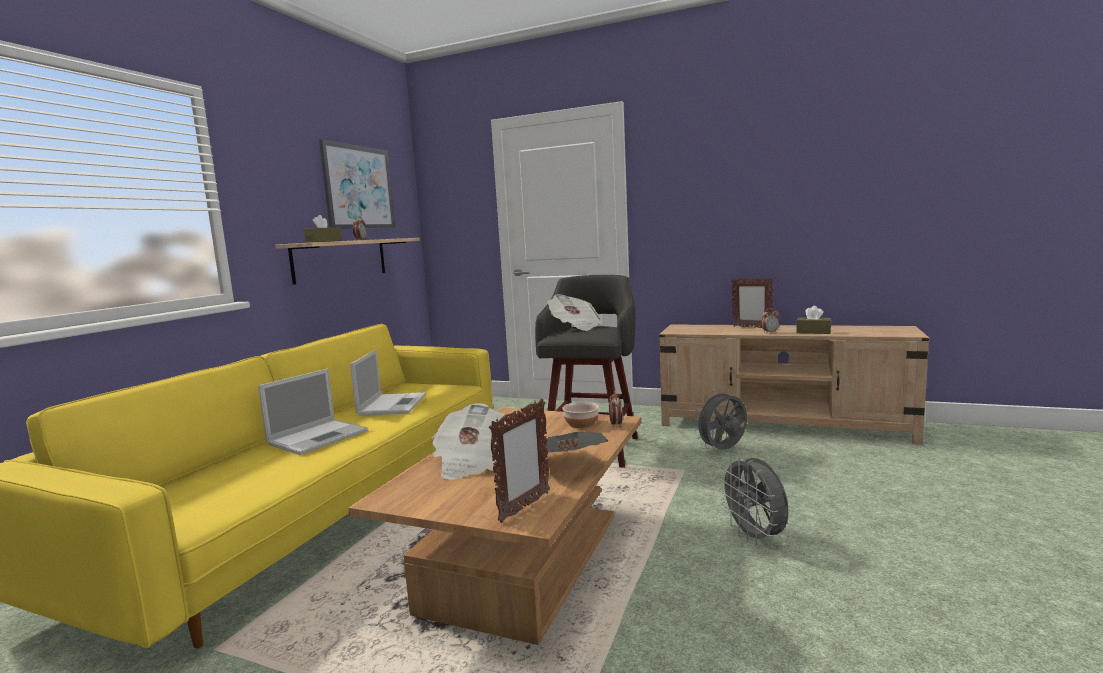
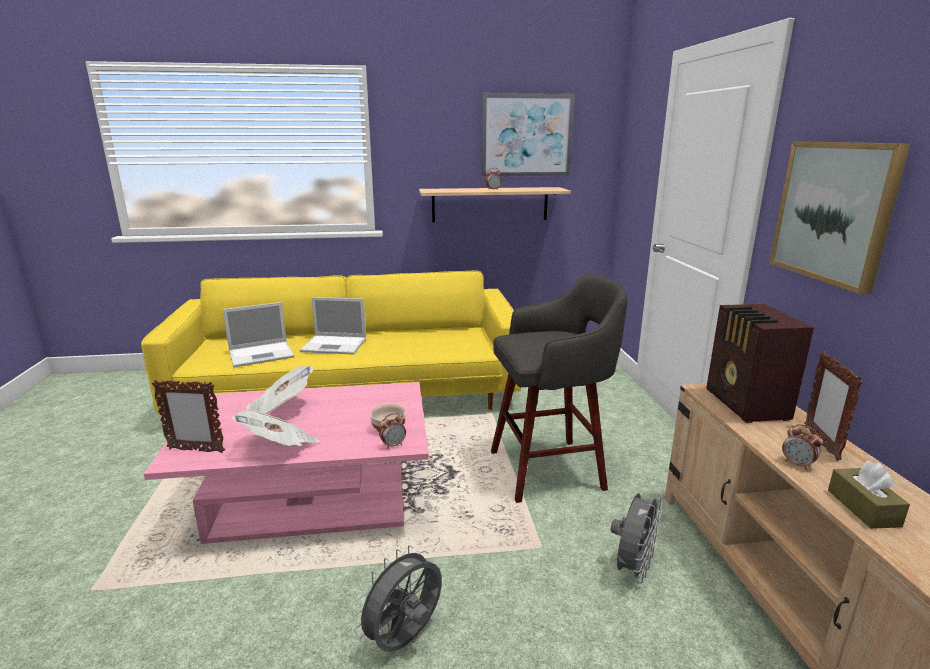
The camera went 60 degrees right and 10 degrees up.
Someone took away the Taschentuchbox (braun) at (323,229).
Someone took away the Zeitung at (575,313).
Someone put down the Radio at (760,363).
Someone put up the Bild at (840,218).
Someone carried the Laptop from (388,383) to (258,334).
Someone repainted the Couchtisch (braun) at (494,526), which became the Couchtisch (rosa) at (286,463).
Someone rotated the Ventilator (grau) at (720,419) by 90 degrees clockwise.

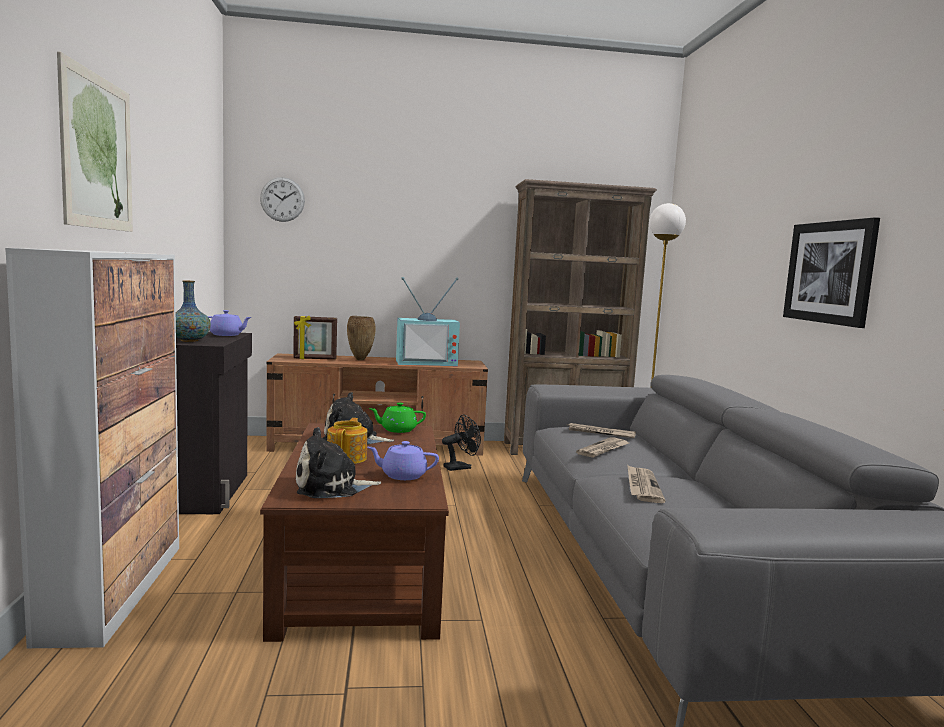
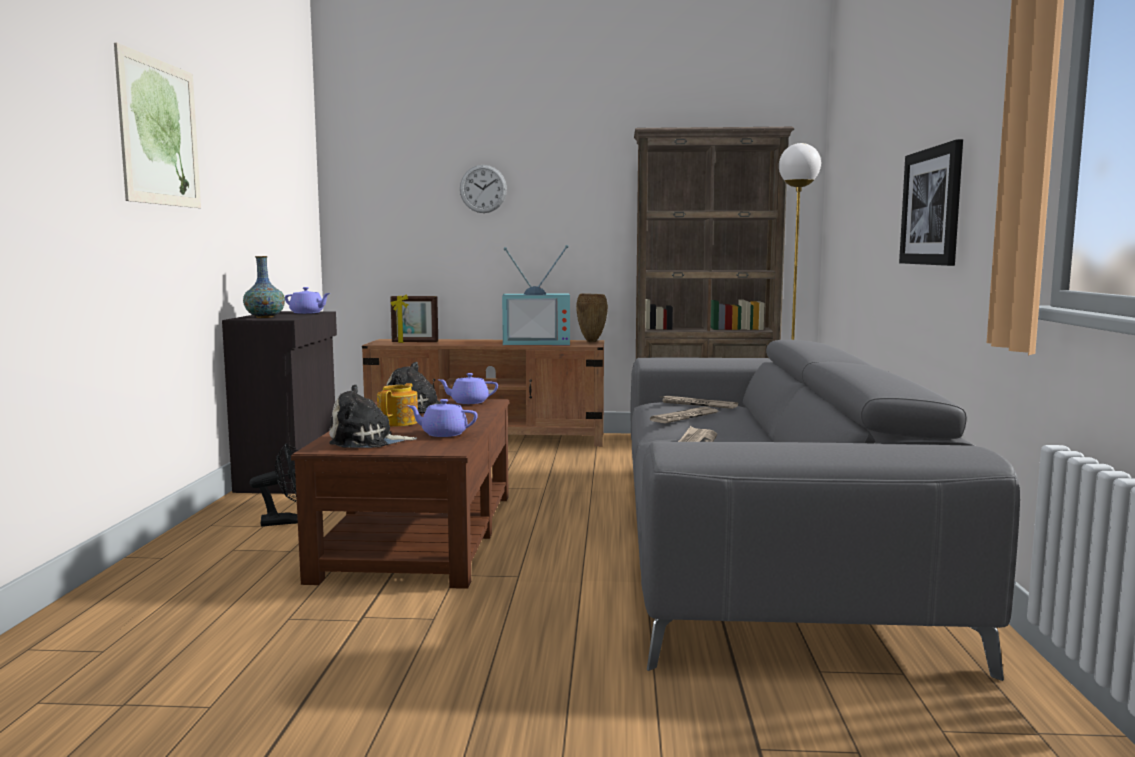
The camera went 10 degrees right and 0 degrees up.
Someone took away the Schrank at (92,448).
Someone carried the Wanduhr from (282,199) to (483,189).
Someone carried the Vase (braun) from (361,338) to (592,317).
Someone carried the Ventilator (schwarz) from (461,442) to (273,485).
Someone repainted the Teekanne (grün) at (397,418), which became the Teekanne (lila) at (468,388).

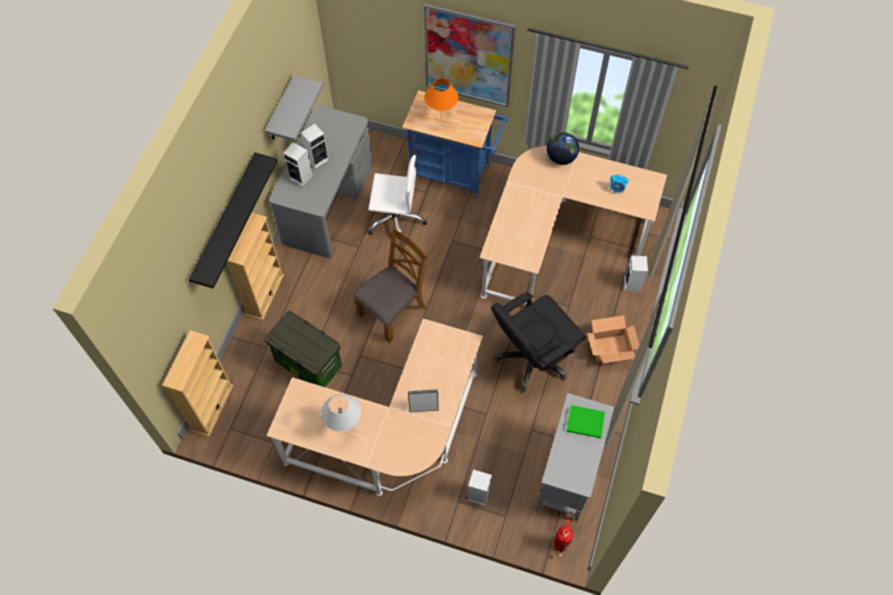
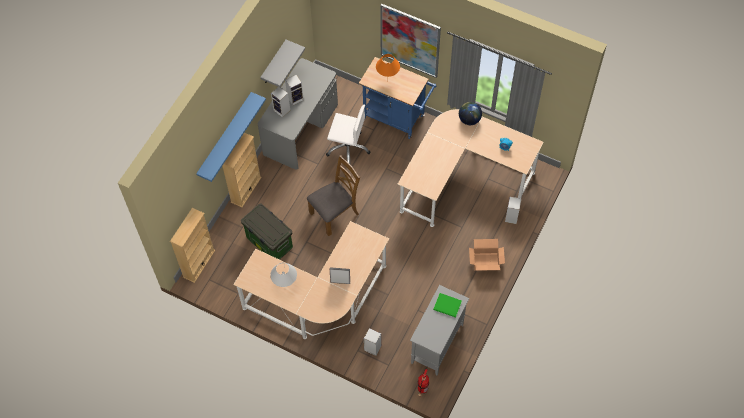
The camera went 10 degrees right and 0 degrees up.
Someone took away the Bürostuhl (schwarz) at (538,342).
Someone repainted the Wandregal (schwarz) at (233,220), which became the Wandregal (blau) at (231,137).

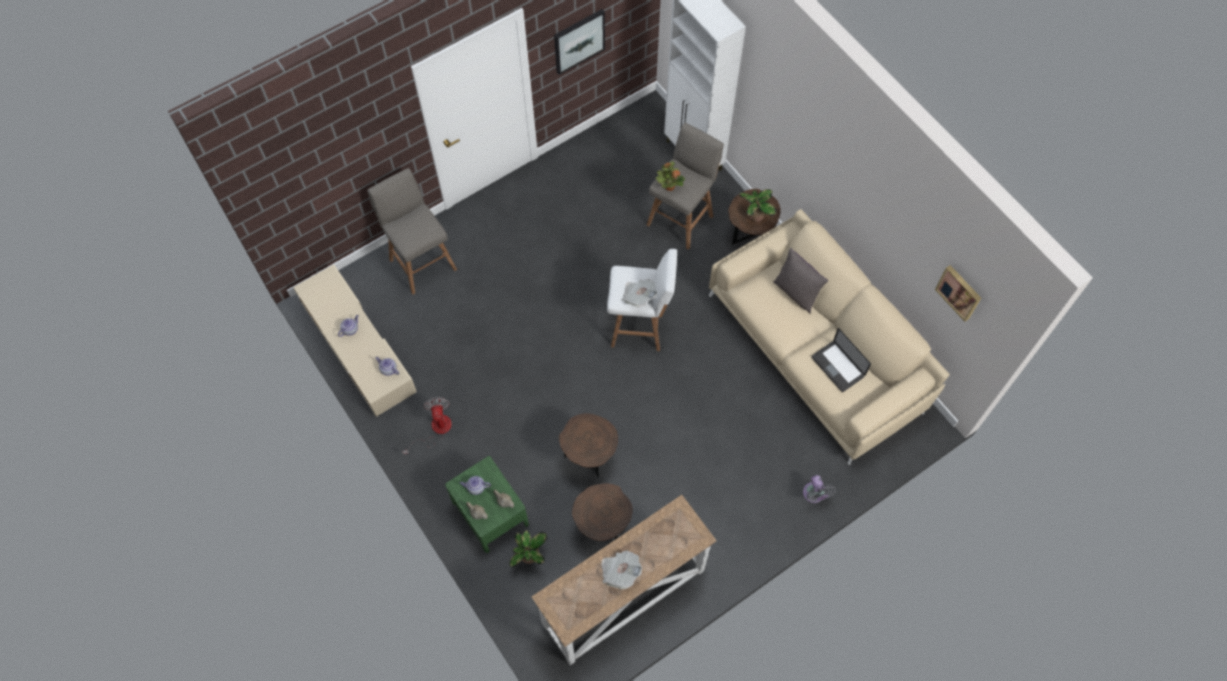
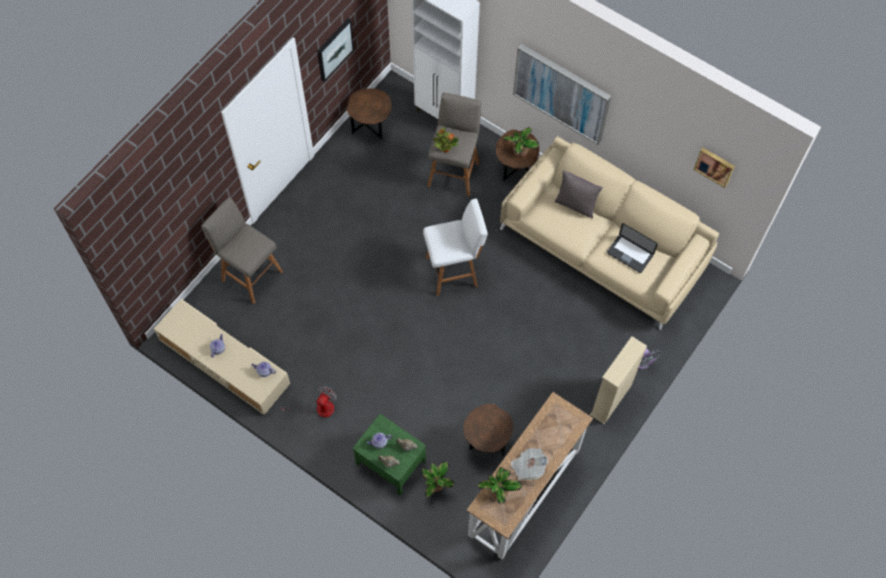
The camera went 20 degrees left and 0 degrees up.
Someone took away the Zeitung at (639,293).
Someone put down the Topfpflanze at (499,485).
Someone put up the Bild at (562,94).
Someone put down the Bücherregal (beige) at (618,380).
Someone carried the Beistelltisch (braun) from (588,445) to (369,114).
Someone rotated the Ventilator at (427,425) by 60 degrees clockwise.

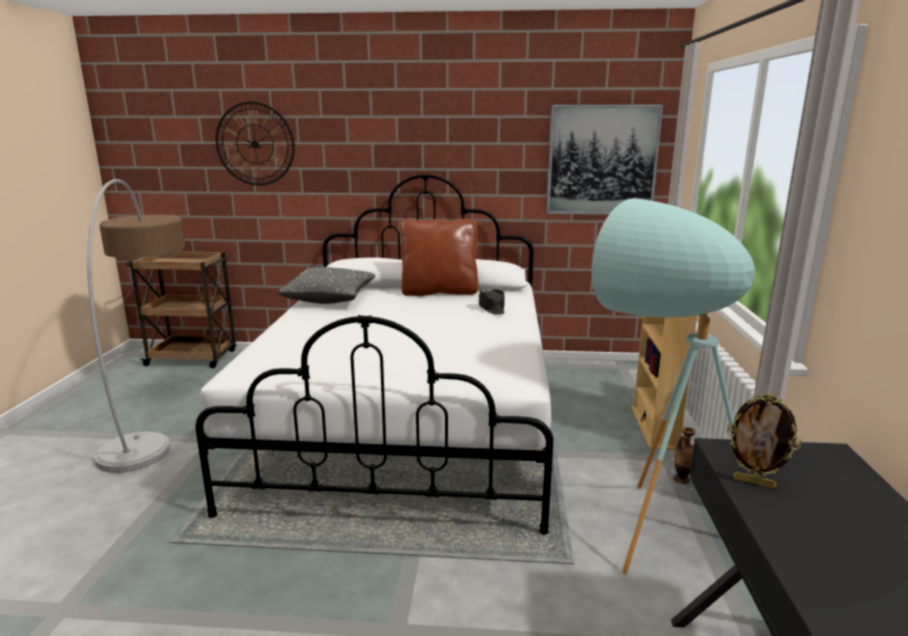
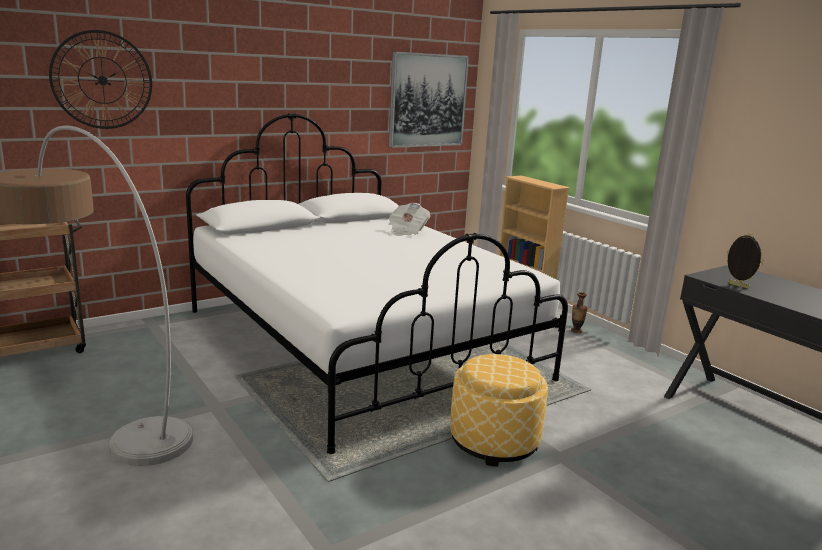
The camera went 40 degrees left and 0 degrees up.
Someone took away the Kissen (grau) at (327,285).
Someone took away the Kissen (braun) at (439,257).
Someone took away the Stehlampe (türkis) at (673,386).
Someone put down the Polsterhocker at (499,410).
Someone swapped the Hut (schwarz) at (492,302) for the Zeitung at (409,219).
Someone rotated the Bilderrahmen at (764,441) by 120 degrees counterclockwise.

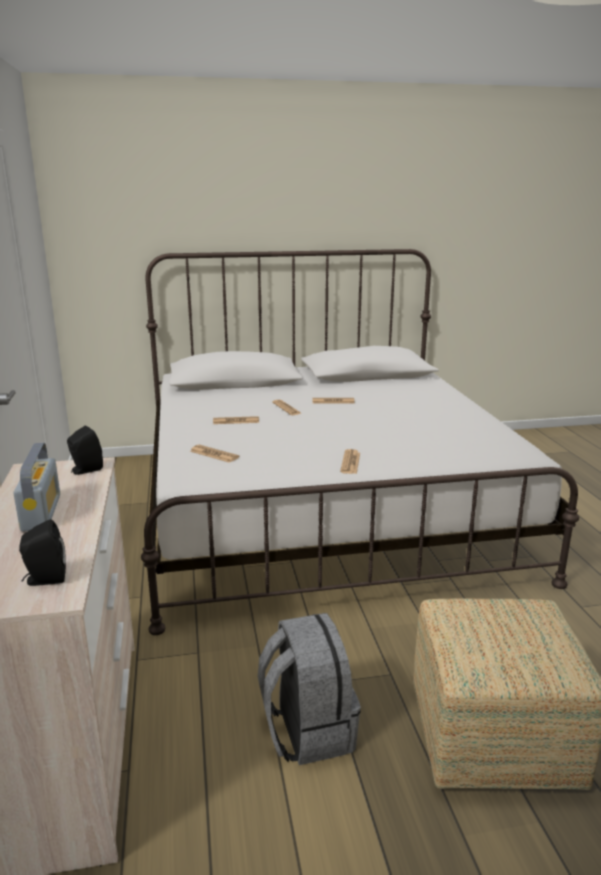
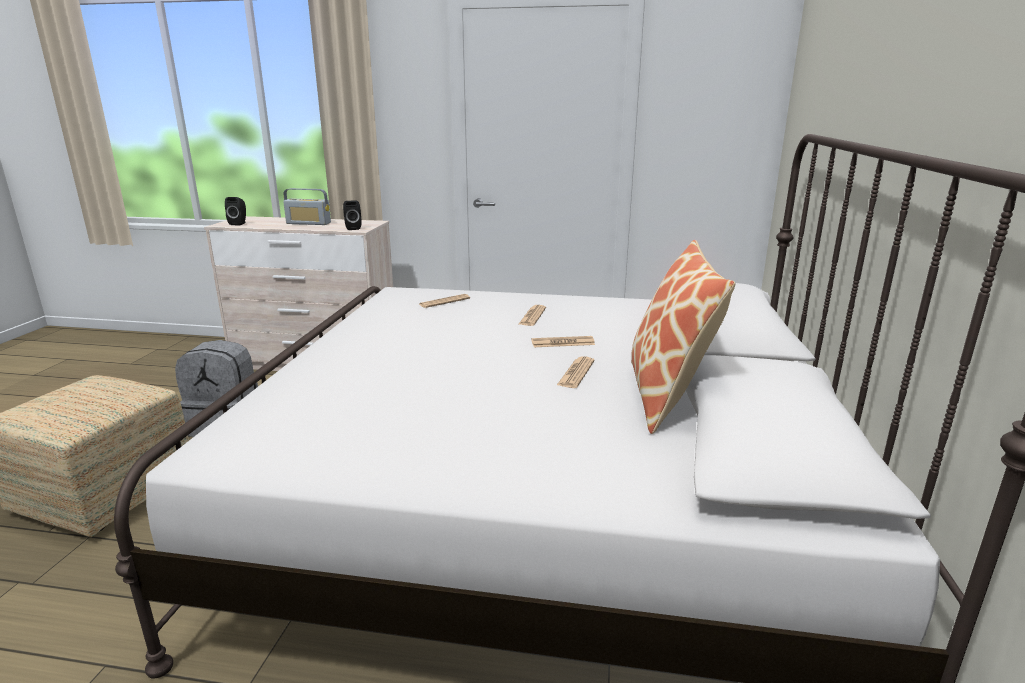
The camera went 110 degrees right and 0 degrees up.
Someone took away the Zeitung at (350,461).
Someone put down the Kissen at (683,337).

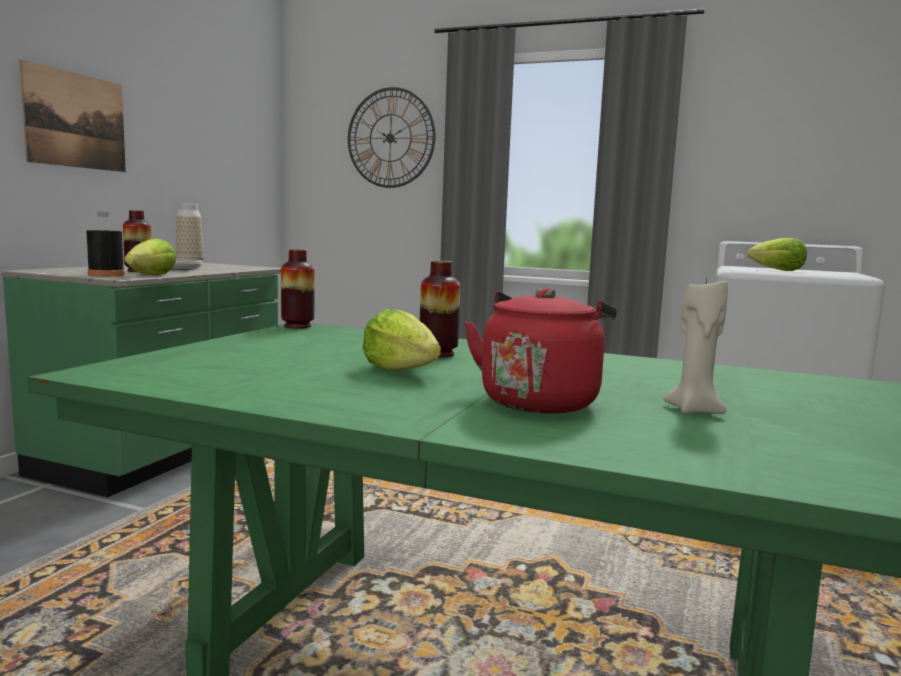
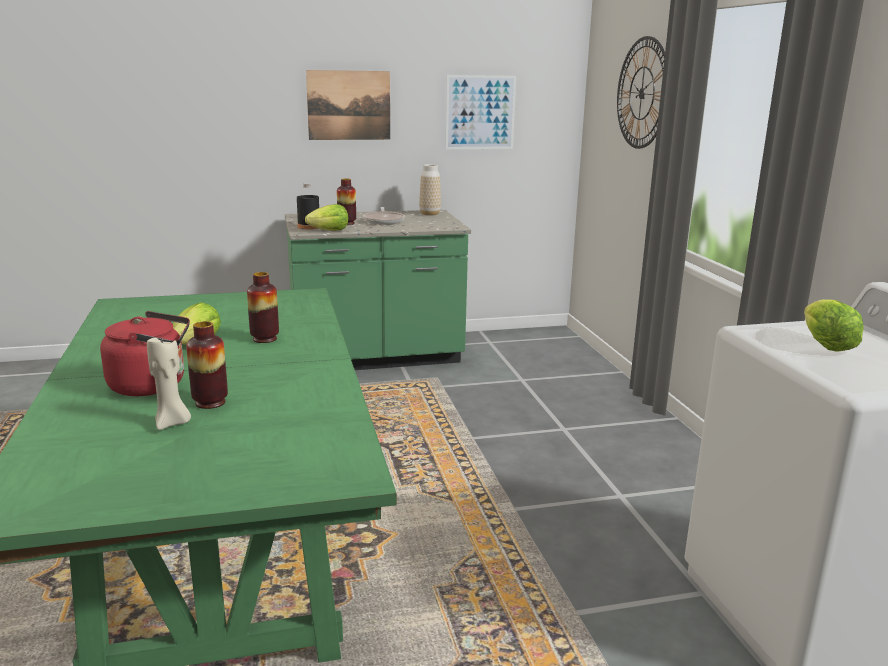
The camera went 55 degrees right and 10 degrees up.
Someone put up the Bild at (480,112).
Someone carried the Vase from (298,288) to (207,365).

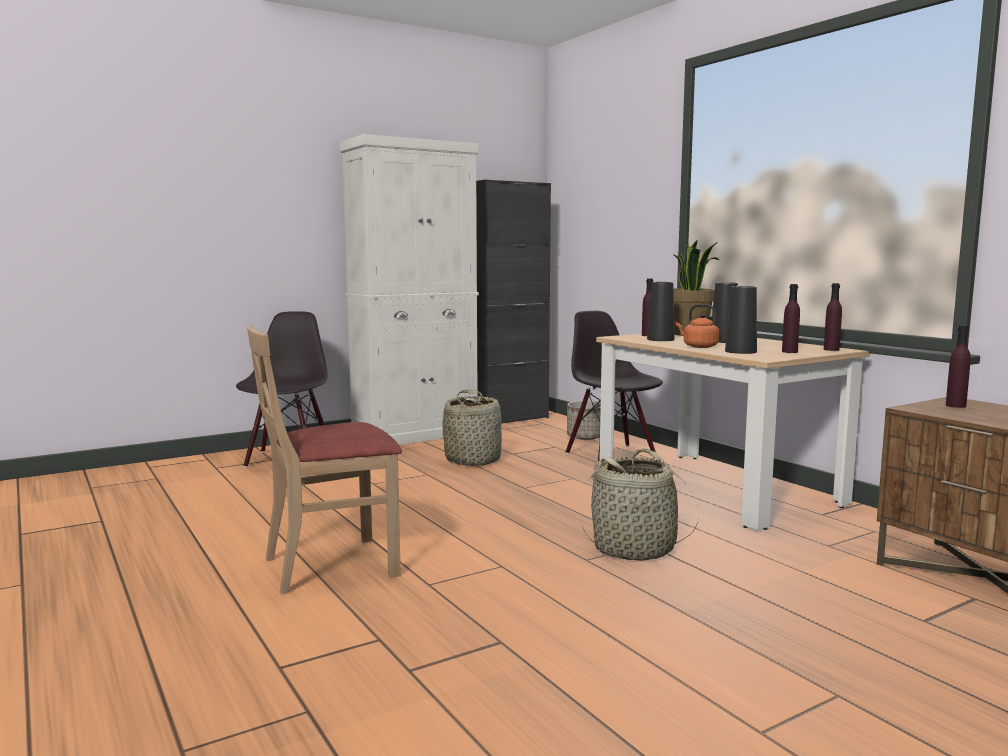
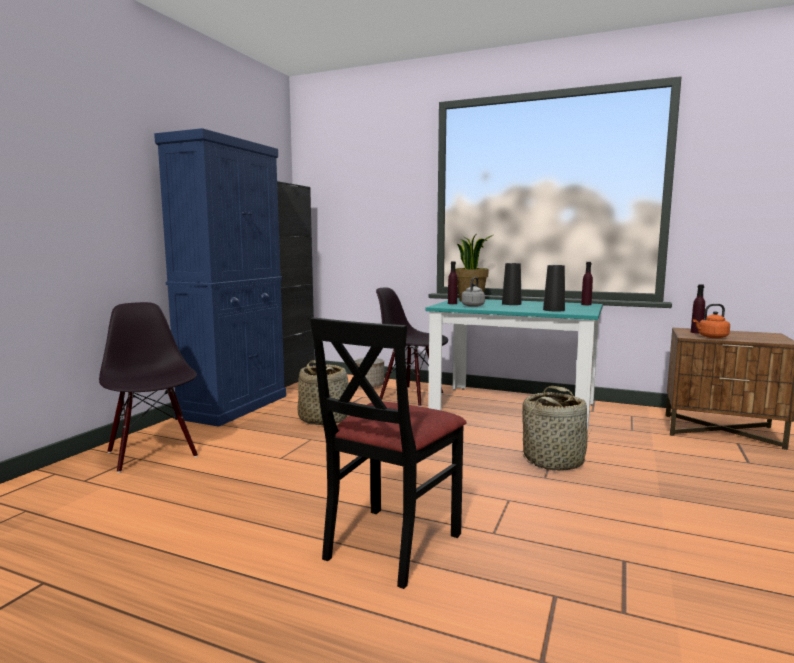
The camera went 35 degrees left and 0 degrees up.
Someone took away the Flasche (lila) at (791,318).
Someone carried the Wasserkessel (orange) from (697,326) to (711,321).
Someone swapped the Vase (schwarz) at (661,311) for the Wasserkessel (grau) at (473,292).
Someone repainted the Stuhl (beige) at (324,459), which became the Stuhl (schwarz) at (388,453).
Someone repainted the Schrank (weiß) at (409,289), which became the Schrank (blau) at (220,277).
Someone repainted the Esstisch (beige) at (733,432), which became the Esstisch (türkis) at (514,364).

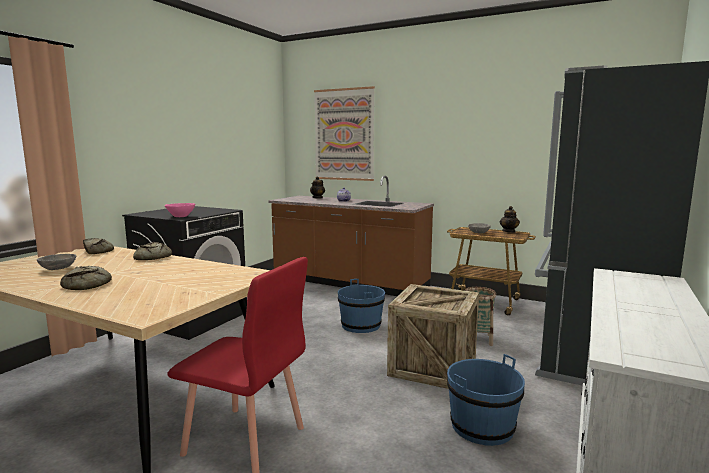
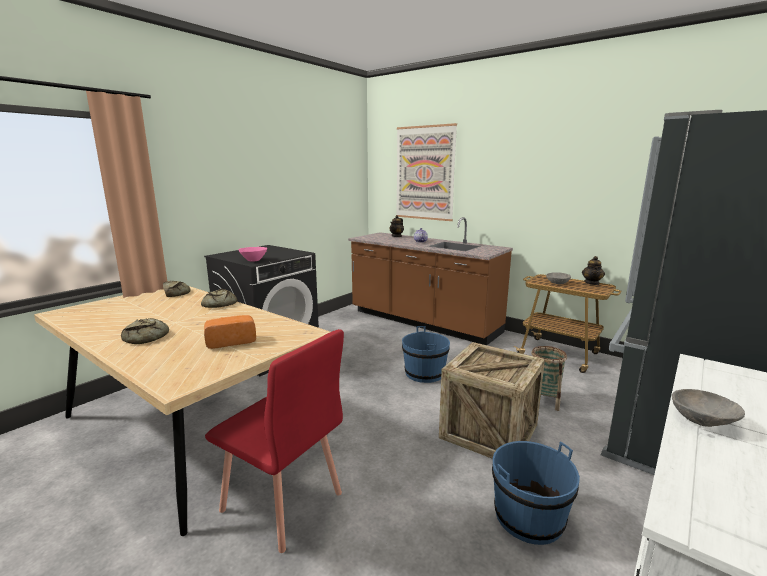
The camera went 10 degrees right and 5 degrees up.
Someone put down the Brot at (230,332).
Someone carried the Schüssel (grau) from (56,262) to (708,408).

